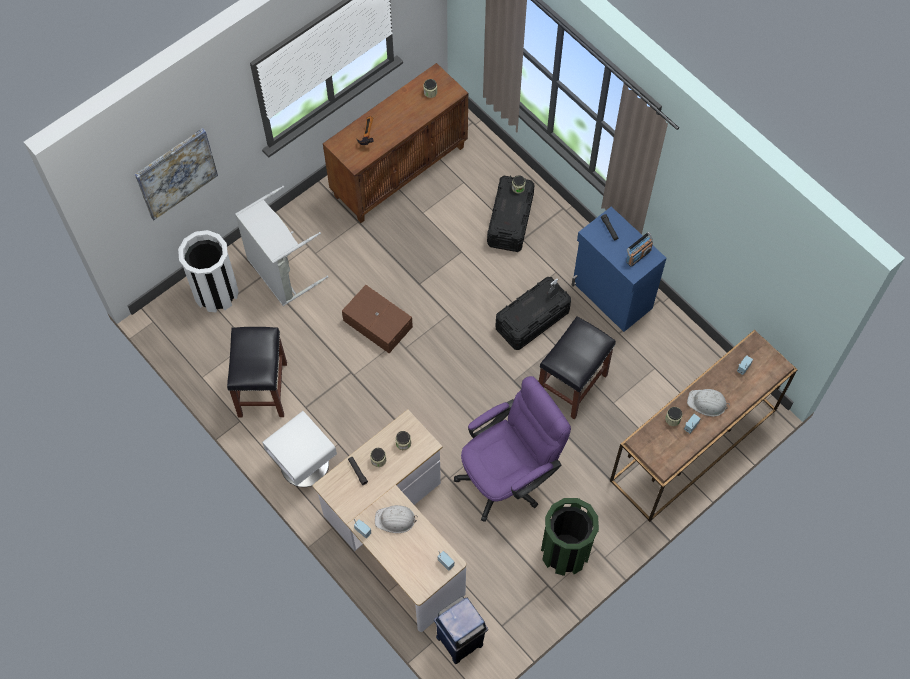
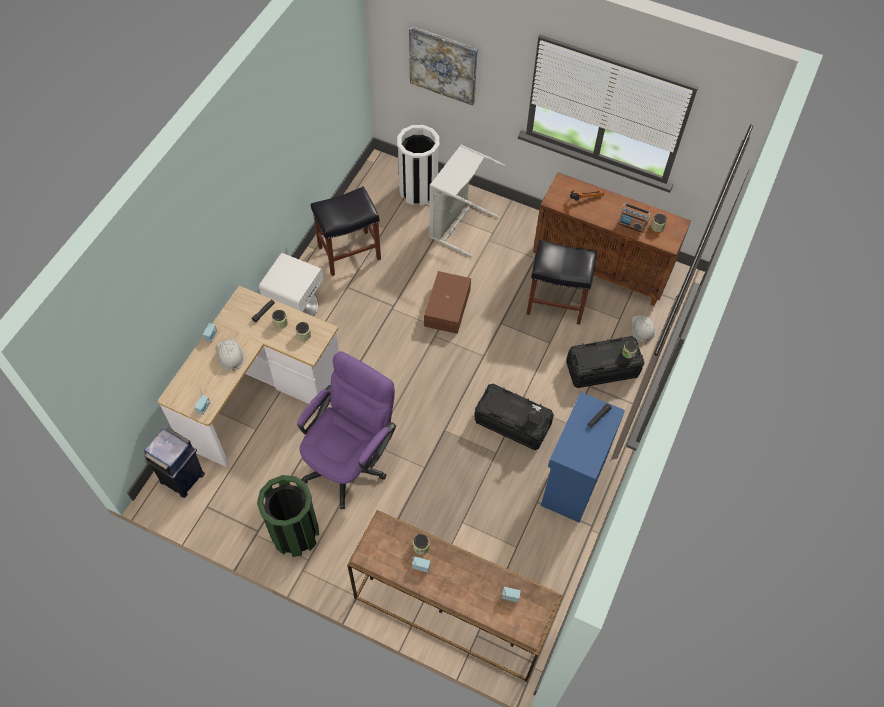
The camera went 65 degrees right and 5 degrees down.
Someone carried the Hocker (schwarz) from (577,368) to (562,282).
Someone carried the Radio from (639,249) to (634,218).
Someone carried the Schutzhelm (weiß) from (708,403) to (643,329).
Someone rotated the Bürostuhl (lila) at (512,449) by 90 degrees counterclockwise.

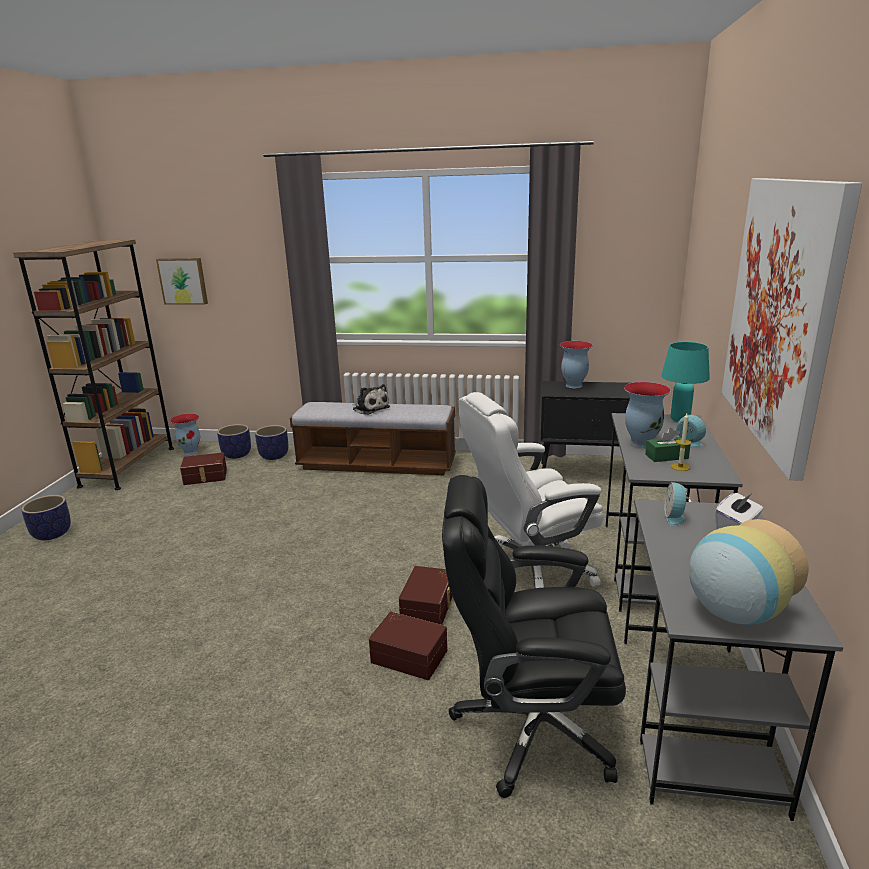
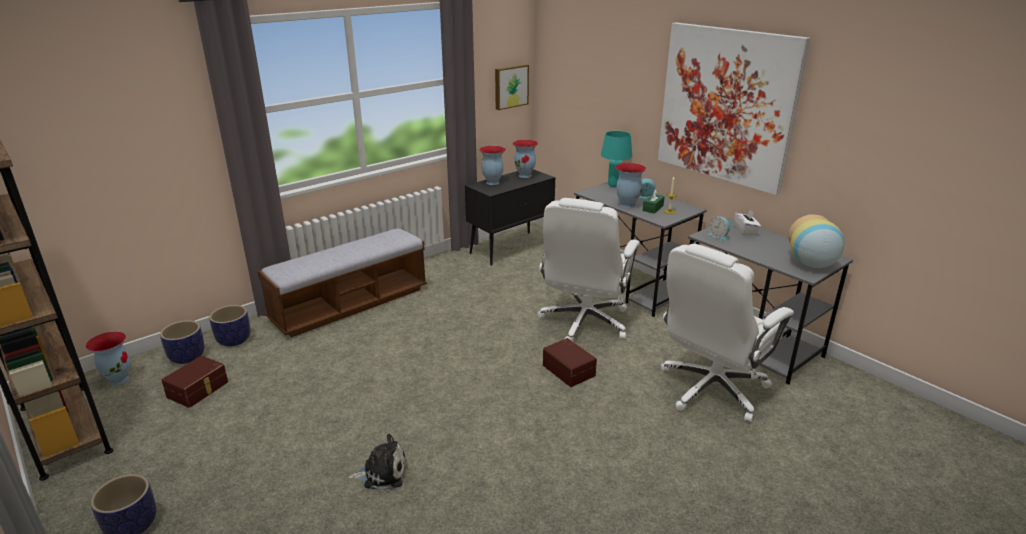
The camera went 50 degrees left and 5 degrees up.
Someone took away the Aufbewahrungsbox (braun) at (408,646).
Someone put down the Vase at (525,159).
Someone carried the Bild from (182,281) to (512,87).
Someone carried the Plüschtier from (371,399) to (376,462).
Someone repainted the Bürostuhl (schwarz) at (534,636), which became the Bürostuhl (weiß) at (727,333).

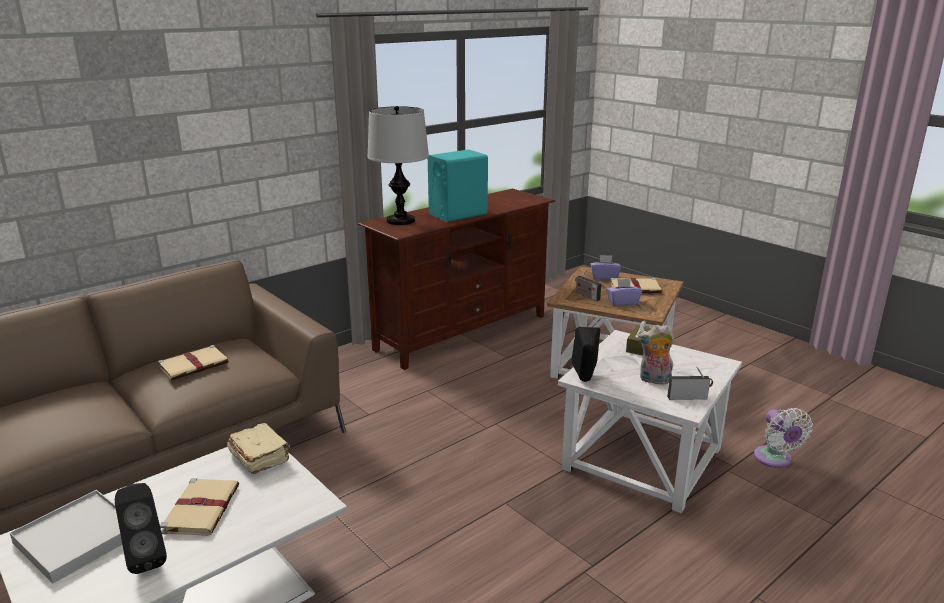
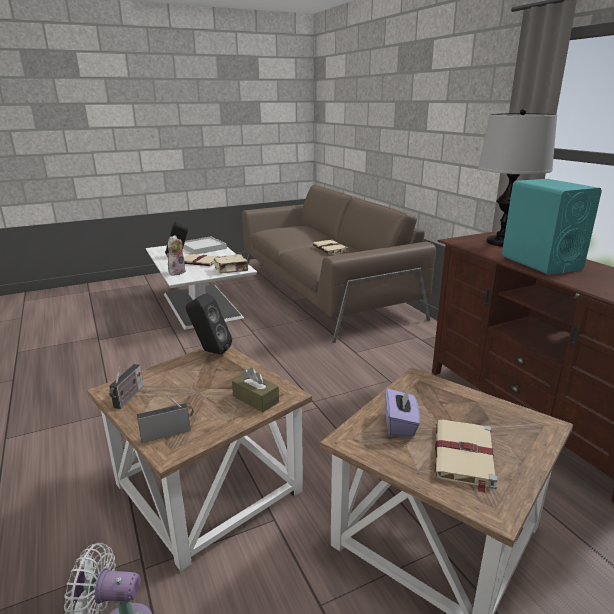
The camera went 105 degrees right and 0 degrees up.
Someone took away the Taschentuchbox (lila) at (605,267).
Someone carried the Radio from (588,285) to (165,419).
Someone carried the Plüschtier from (656,354) to (176,255).
Someone repainted the Beistelltisch (weiß) at (650,421), which became the Beistelltisch (braun) at (199,458).

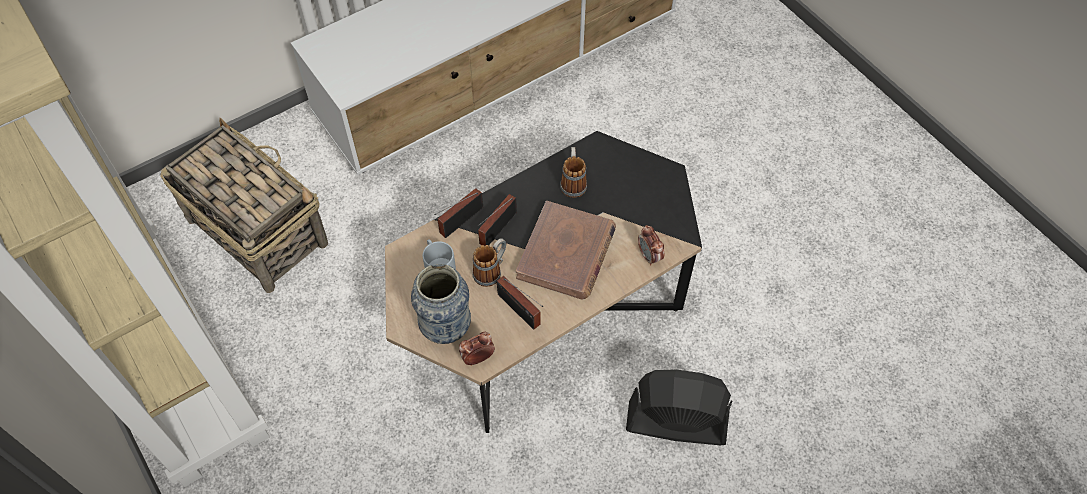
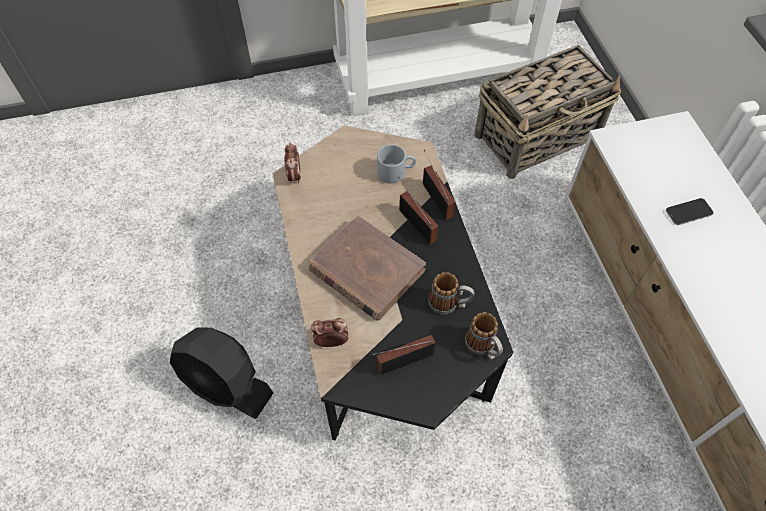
The camera went 110 degrees right and 0 degrees up.
Someone took away the Vase at (441,304).
Someone put down the Handy at (689,211).
Someone carried the Henkelbecher from (489,262) to (484,336).
Someone carried the Radio from (520,303) to (404,355).
Someone rotated the Ventilator (schwarz) at (679,407) by 90 degrees clockwise.

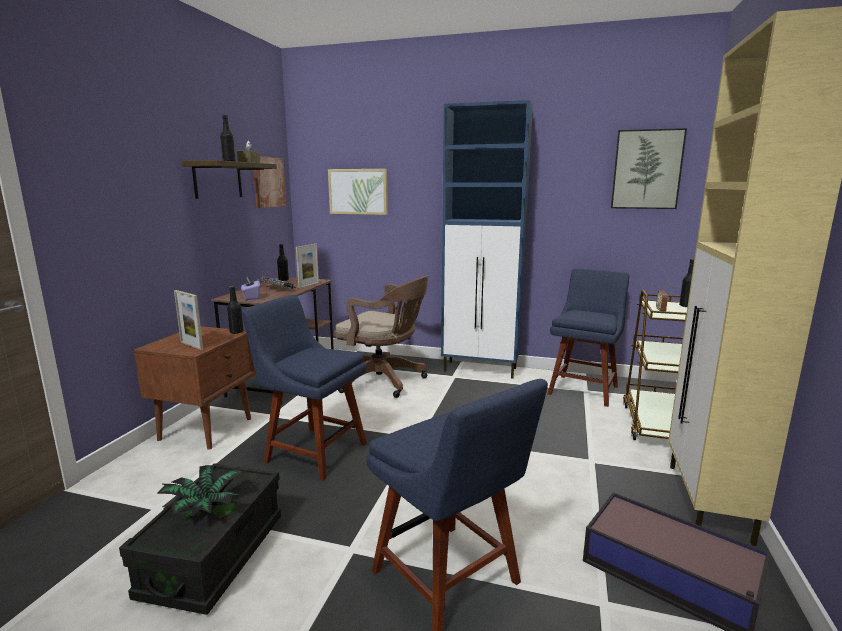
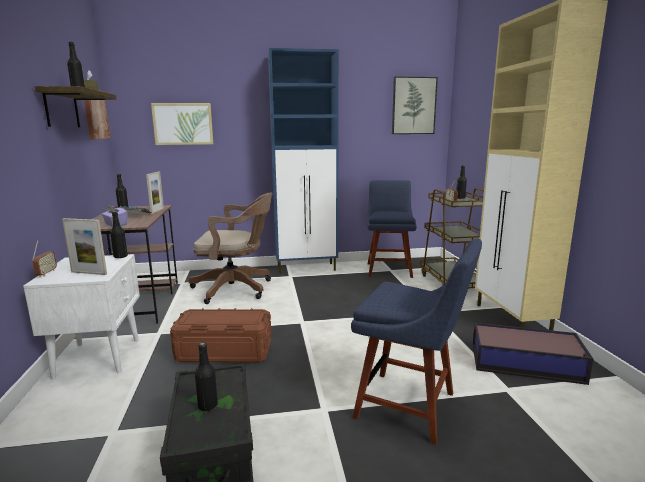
The camera went 25 degrees left and 0 degrees up.
Someone put down the Radio at (44,258).
Someone swapped the Topfpflanze at (201,491) for the Flasche (schwarz) at (206,376).
Someone swapped the Stuhl (blau) at (304,388) for the Aufbewahrungsbox (braun) at (221,335).
Someone repainted the Nachttisch (braun) at (194,388), which became the Nachttisch (weiß) at (81,317).

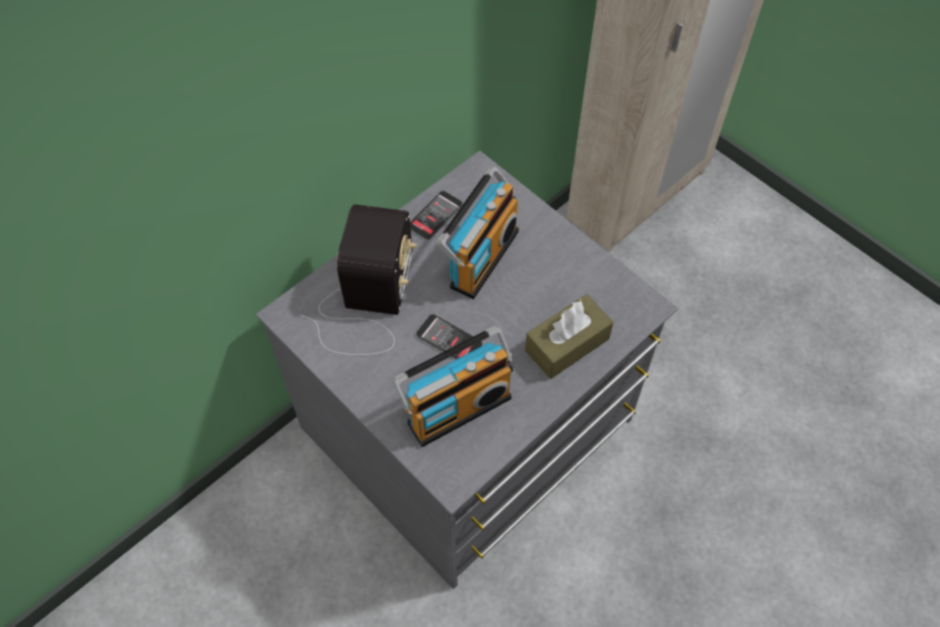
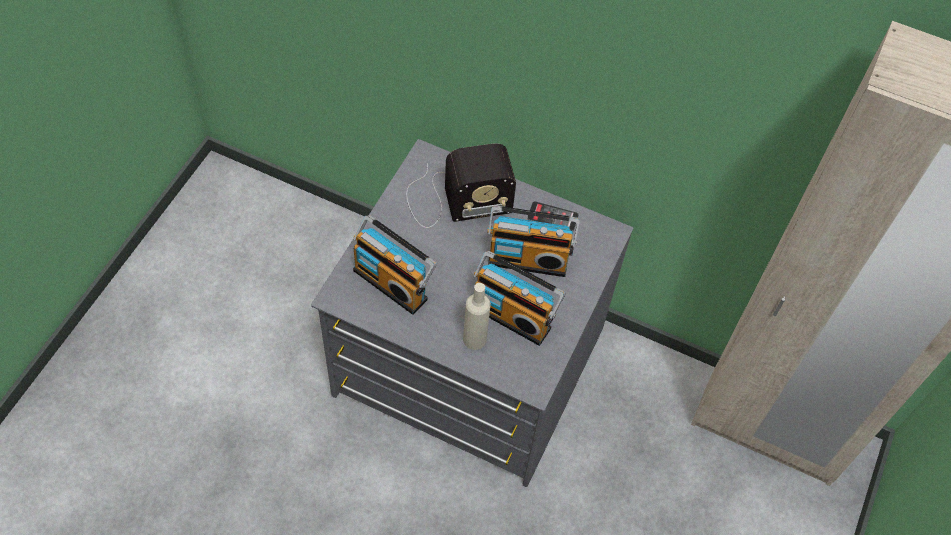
The camera went 65 degrees right and 0 degrees up.
Someone took away the Handy at (449,336).
Someone put down the Radio at (519,298).
Someone swapped the Taschentuchbox (braun) at (569,336) for the Flasche (beige) at (477,316).

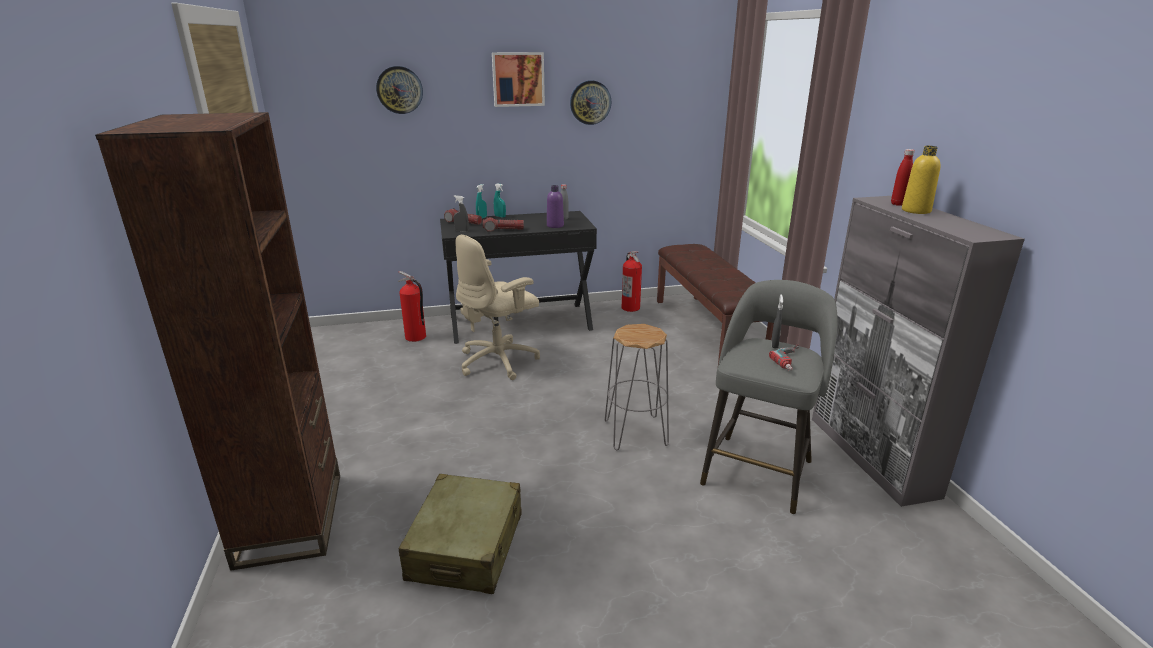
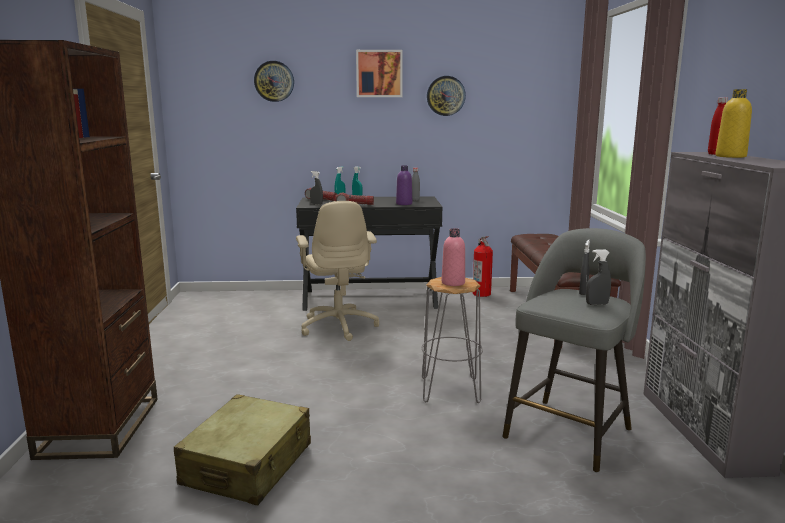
The camera went 10 degrees right and 10 degrees down.
Someone took away the Feuerlöscher at (412,306).
Someone put down the Flasche (rosa) at (453,257).
Someone swapped the Bohrmaschine at (784,358) for the Sprühflasche (grau) at (598,277).
Someone rotated the Bürostuhl (beige) at (498,307) by 75 degrees counterclockwise.

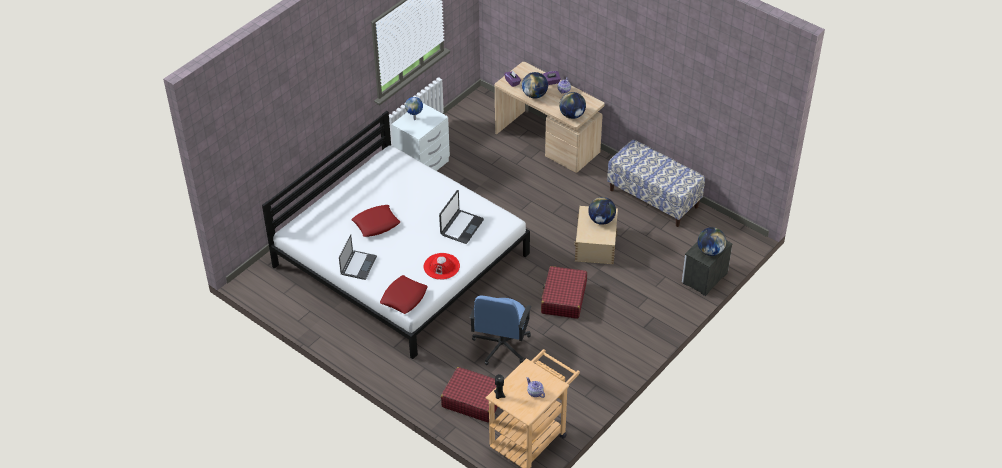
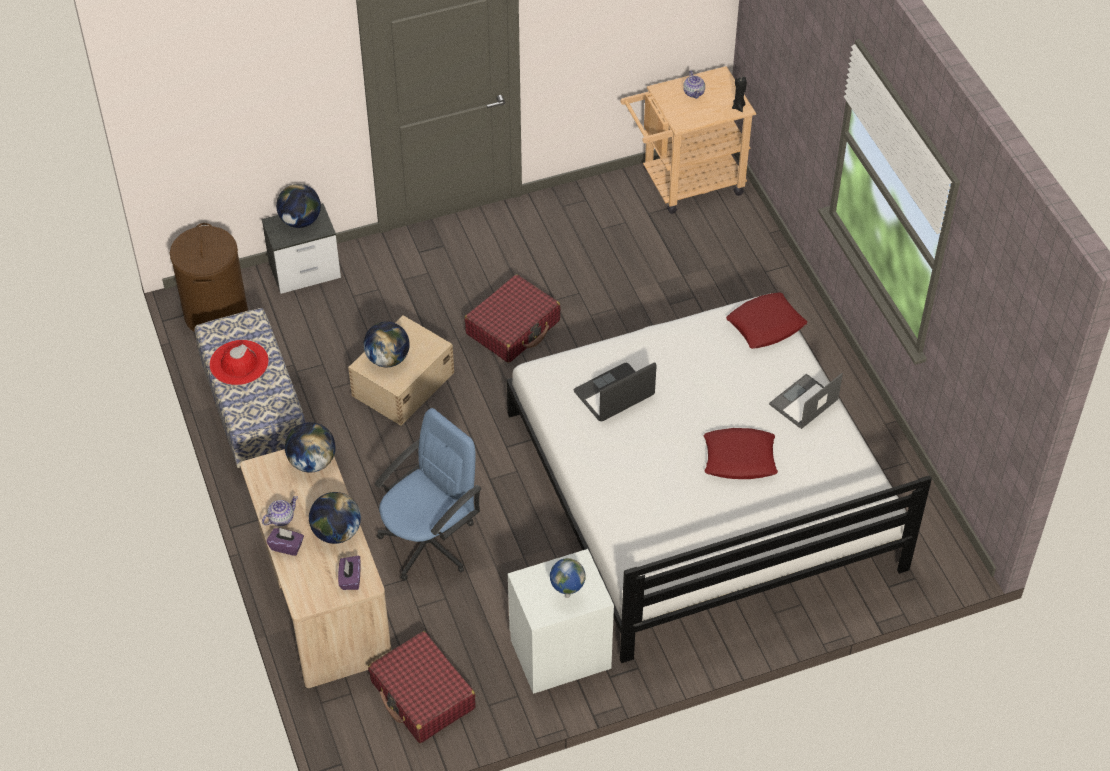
The camera went 150 degrees left and 5 degrees up.
Someone put down the Wäschekorb (braun) at (209,277).
Someone carried the Hut (rot) from (442,266) to (239,362).
Someone carried the Koffer (rot) from (469,395) to (422,687).
Someone carried the Bürostuhl (blau) from (501,330) to (428,494).

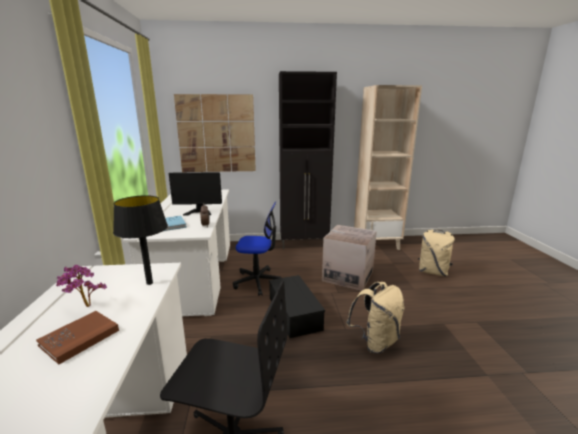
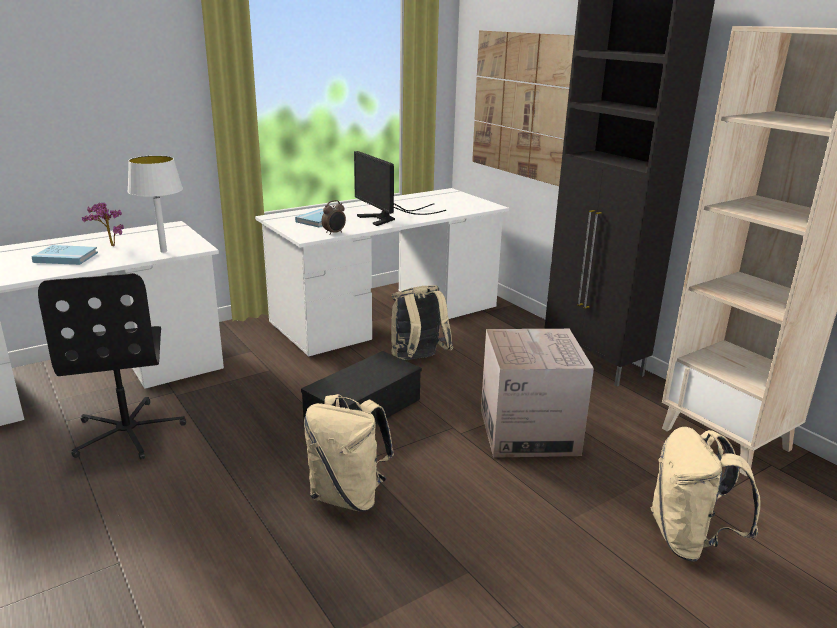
The camera went 60 degrees right and 5 degrees up.
Someone swapped the Bürostuhl at (257,249) for the Rucksack (beige) at (422,323).
Someone repainted the Buch (braun) at (77,338), which became the Buch (blau) at (64,255).
Someone repainted the Tischlampe (schwarz) at (140,240), which became the Tischlampe (weiß) at (155,204).

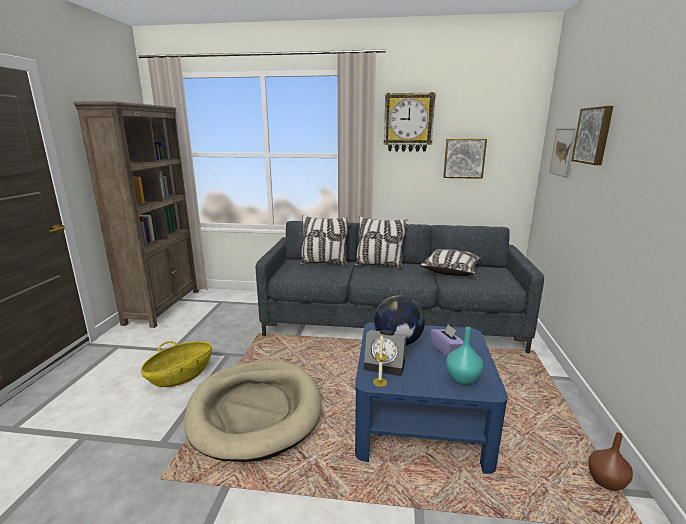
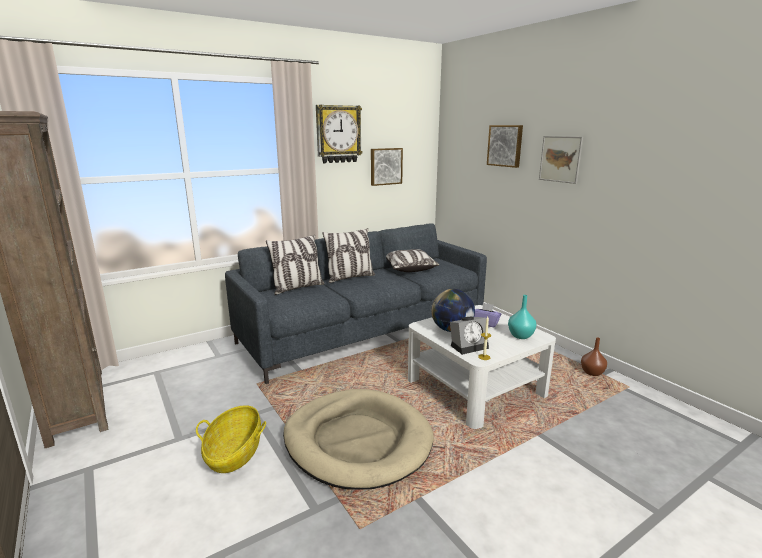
The camera went 40 degrees left and 0 degrees up.
Someone carried the Bild from (563,153) to (561,160).
Someone repainted the Couchtisch (blau) at (431,398), which became the Couchtisch (weiß) at (482,367).

